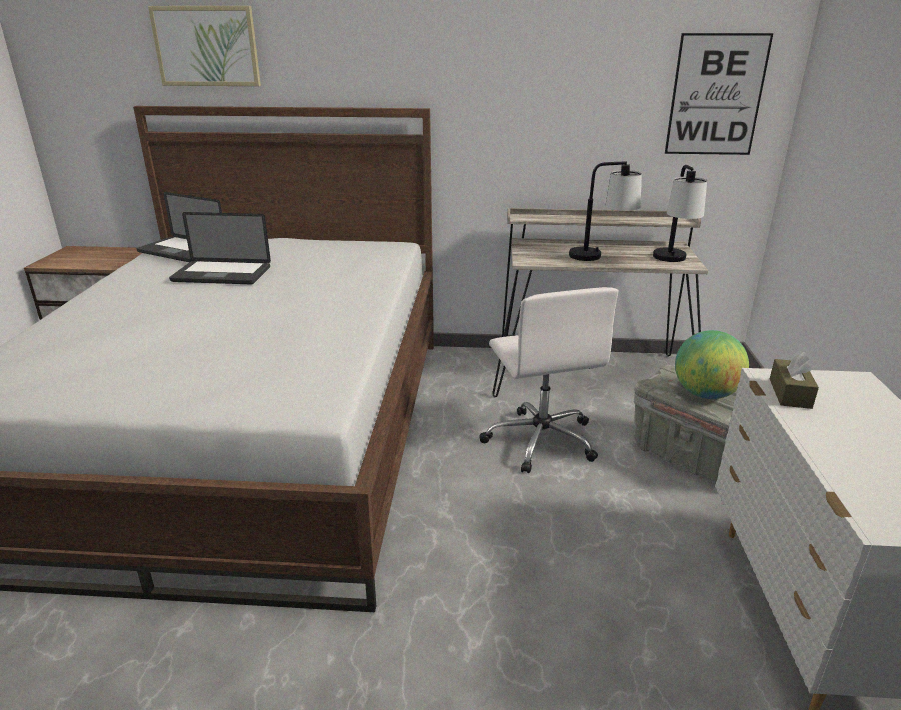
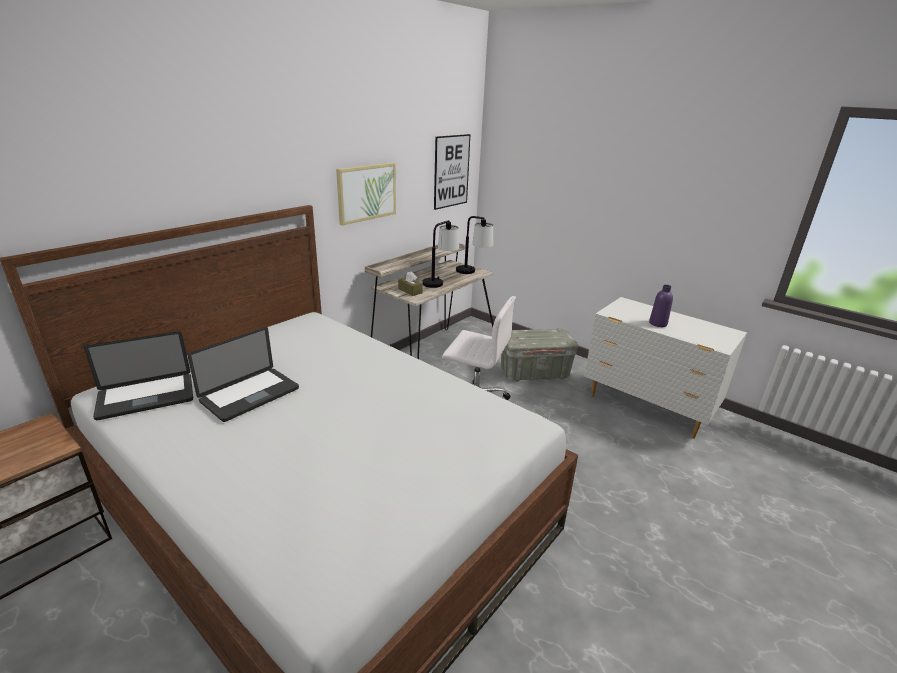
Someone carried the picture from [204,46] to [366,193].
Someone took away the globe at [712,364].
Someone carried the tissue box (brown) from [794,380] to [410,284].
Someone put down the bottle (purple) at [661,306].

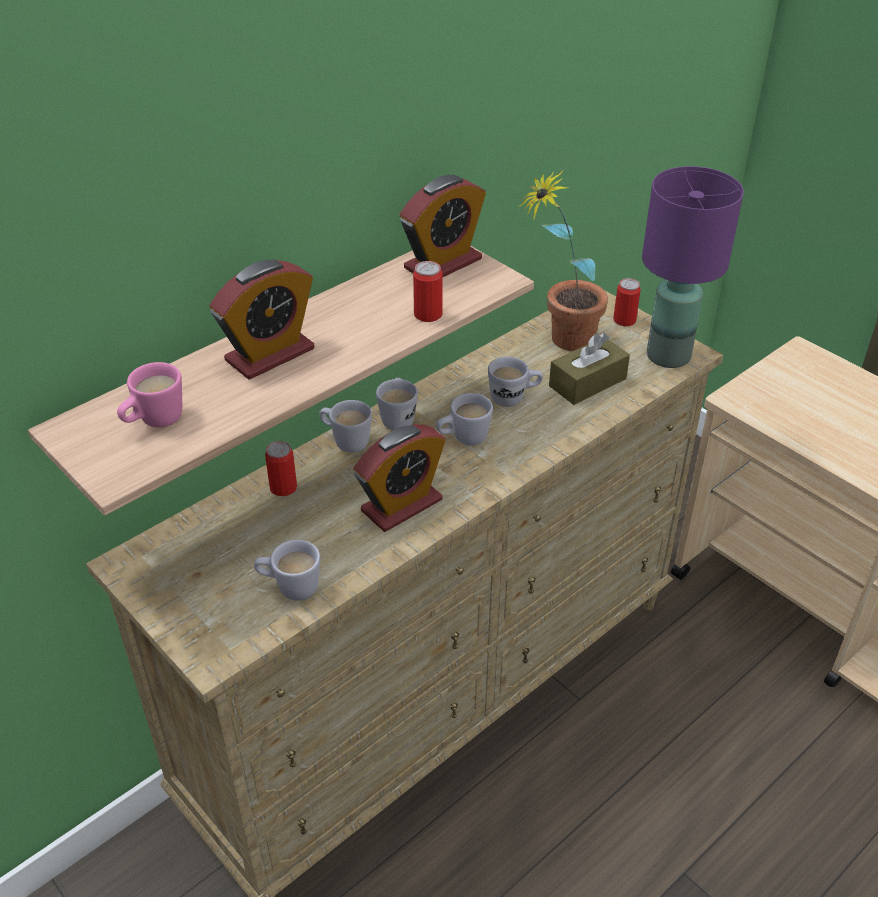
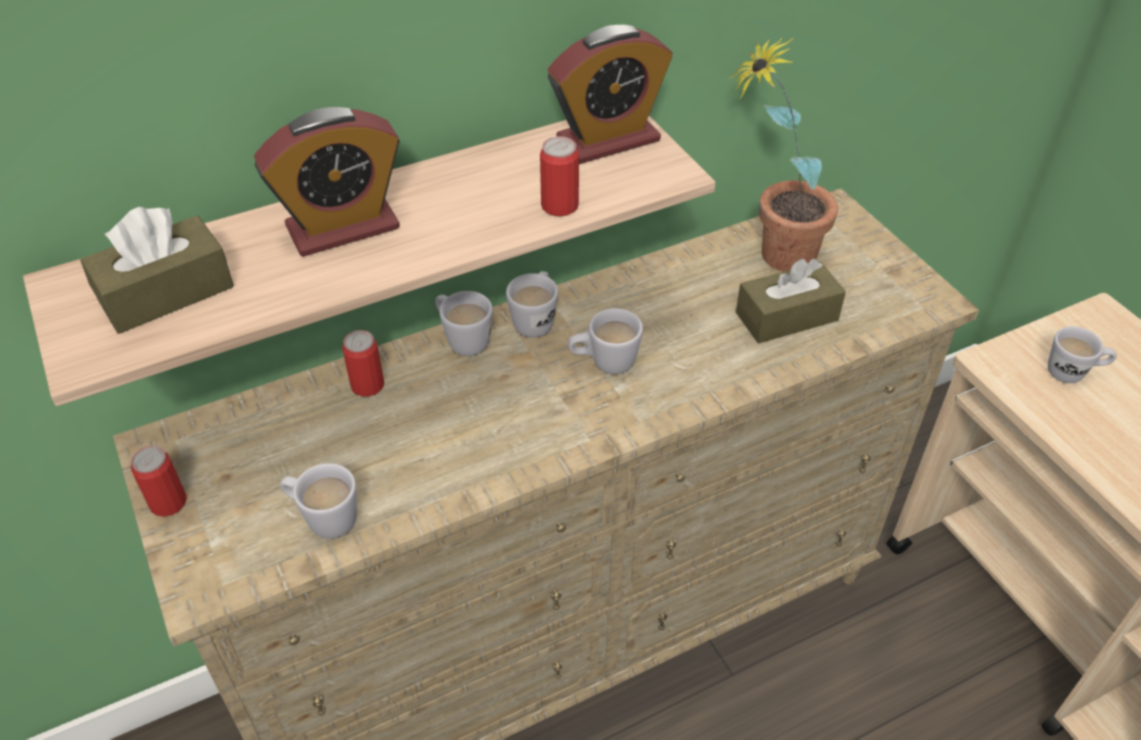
Someone took away the table lamp (purple) at [693,267].
Someone carried the can from [627,302] to [159,481].
Someone carried the mug (white) from [515,382] to [1082,354].
Someone swapped the mug (pink) at [149,394] for the tissue box (brown) at [157,270].
Someone took away the alarm clock at [400,478].

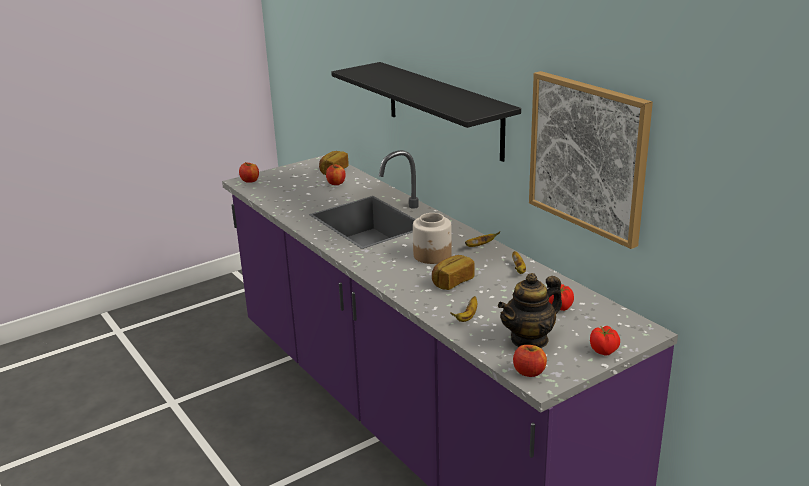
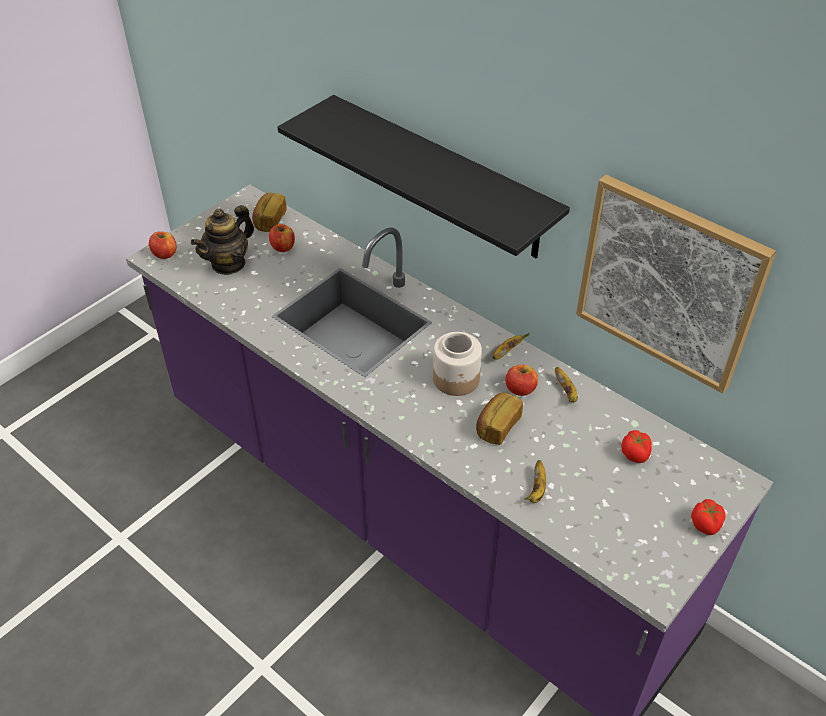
Someone carried the teapot from [530,310] to [222,240].
Someone carried the apple from [530,361] to [522,380].

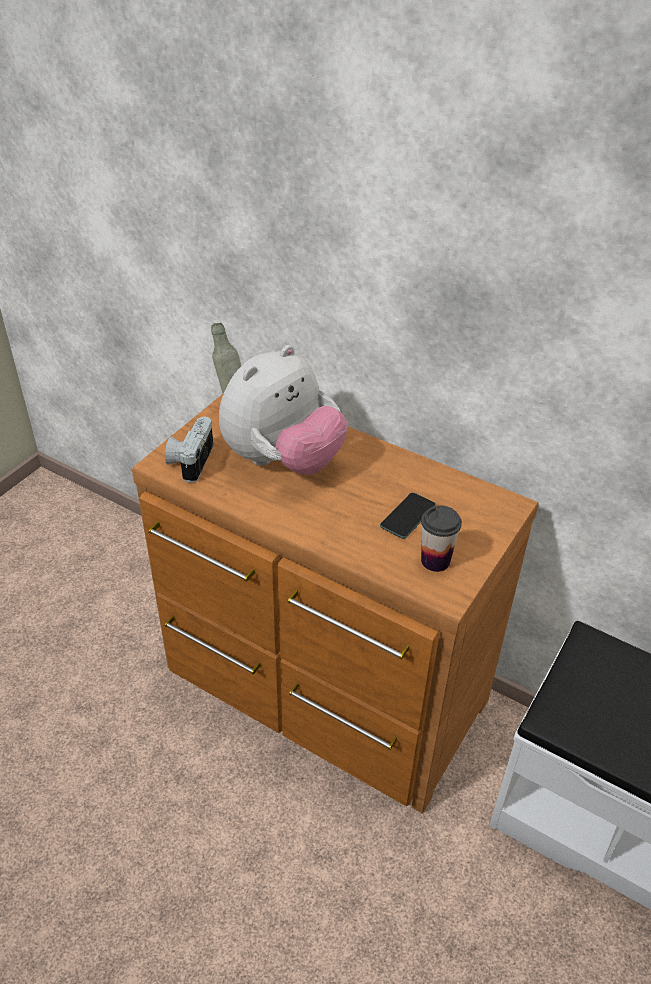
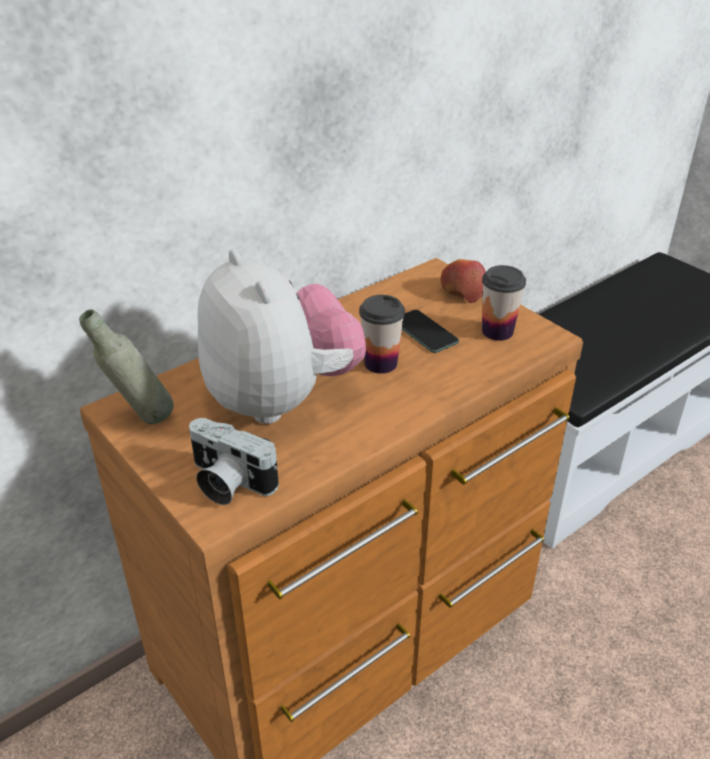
Someone put down the apple at [463,281].
Someone put down the cup at [382,334].

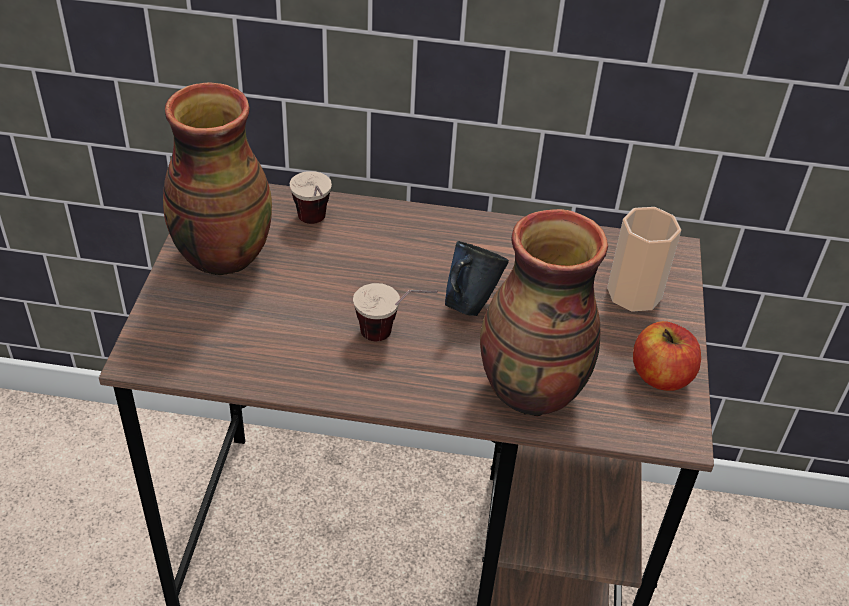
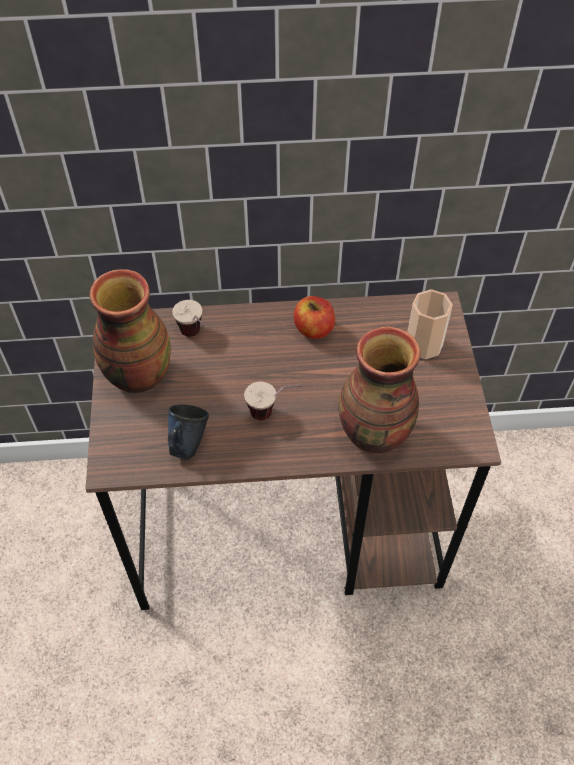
Someone carried the mug (blue) from [477,278] to [188,432].
Someone carried the apple from [667,356] to [314,317].

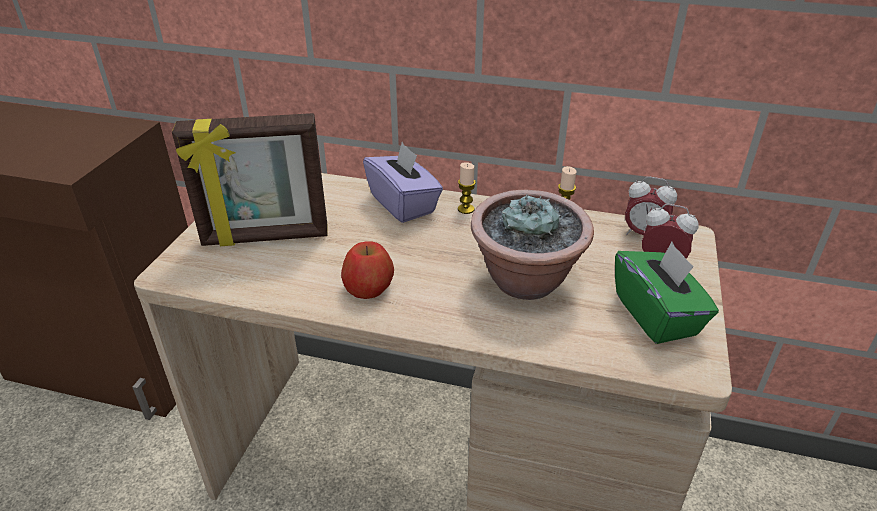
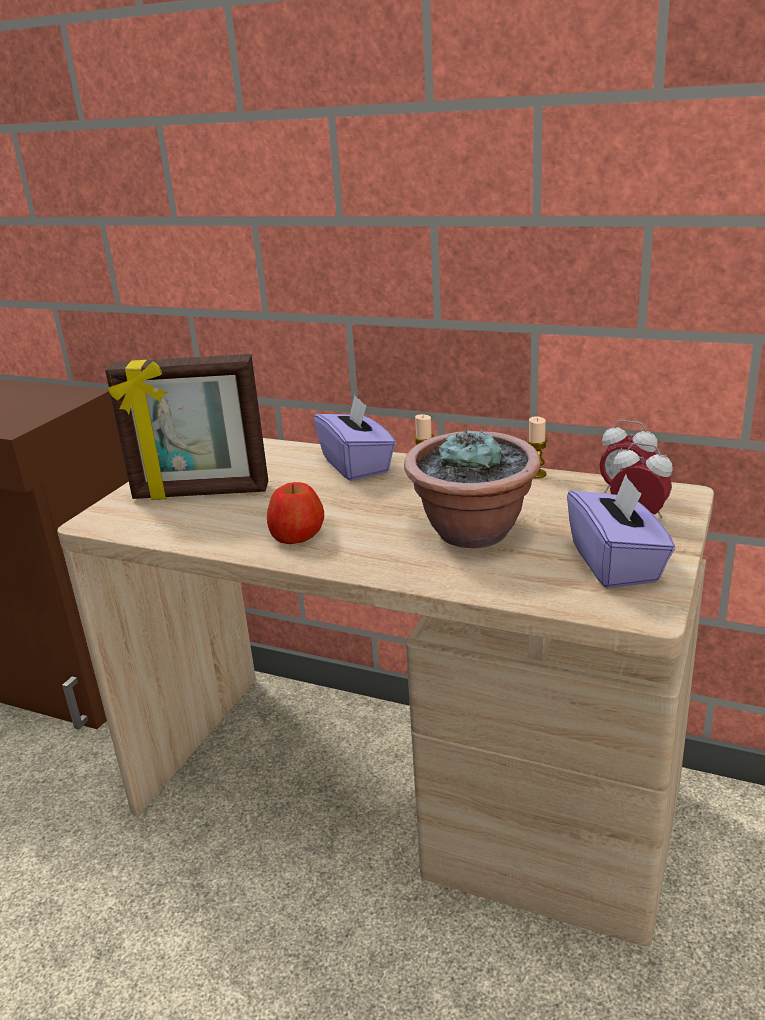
Someone repainted the tissue box (green) at [667,293], which became the tissue box (purple) at [621,531].

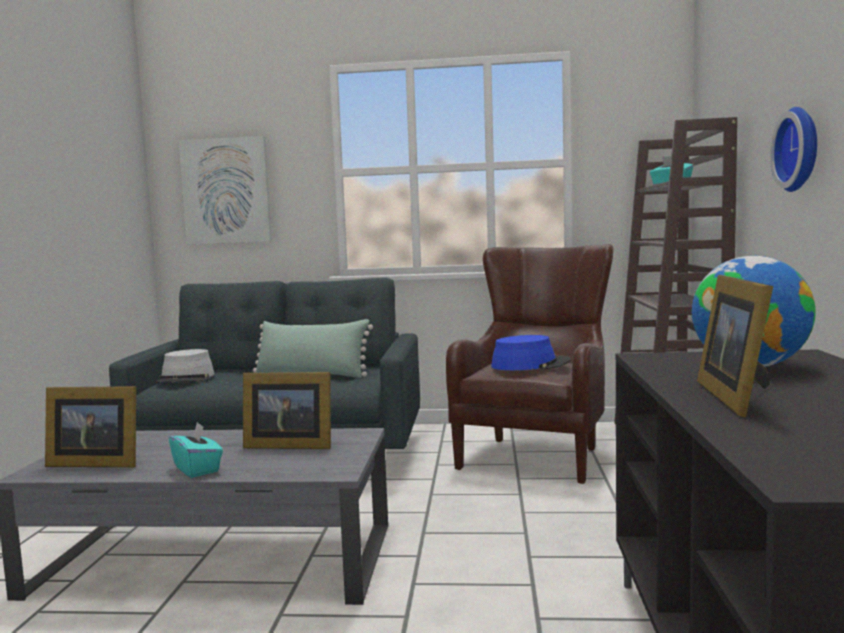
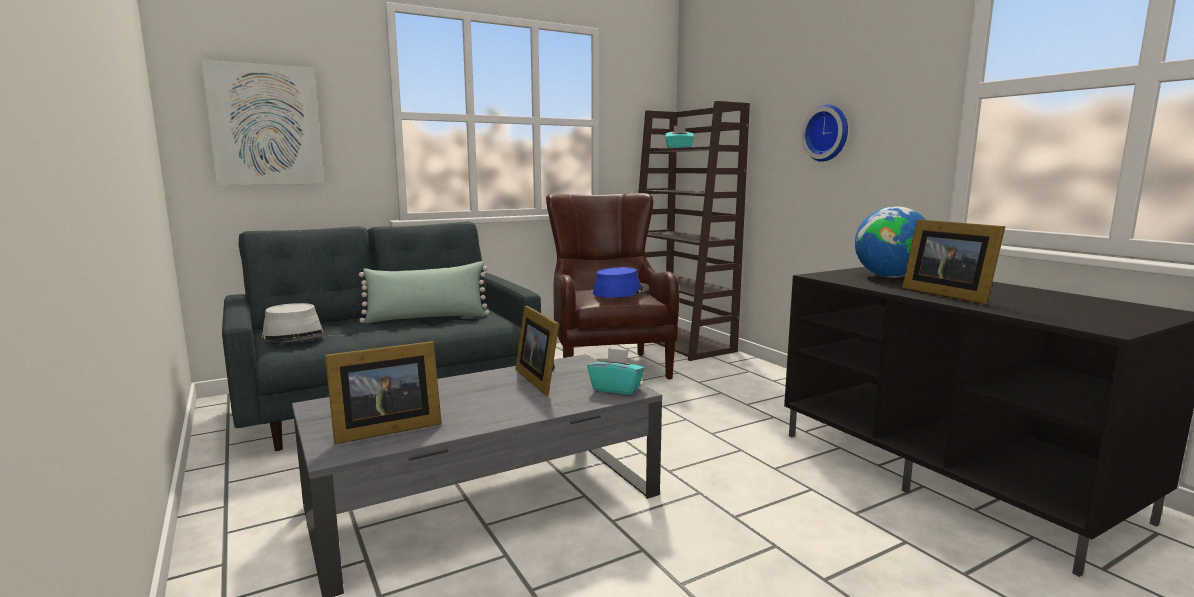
Someone rotated the picture frame at [287,410] by 90 degrees clockwise.
Someone carried the tissue box (turquoise) from [196,450] to [616,371].

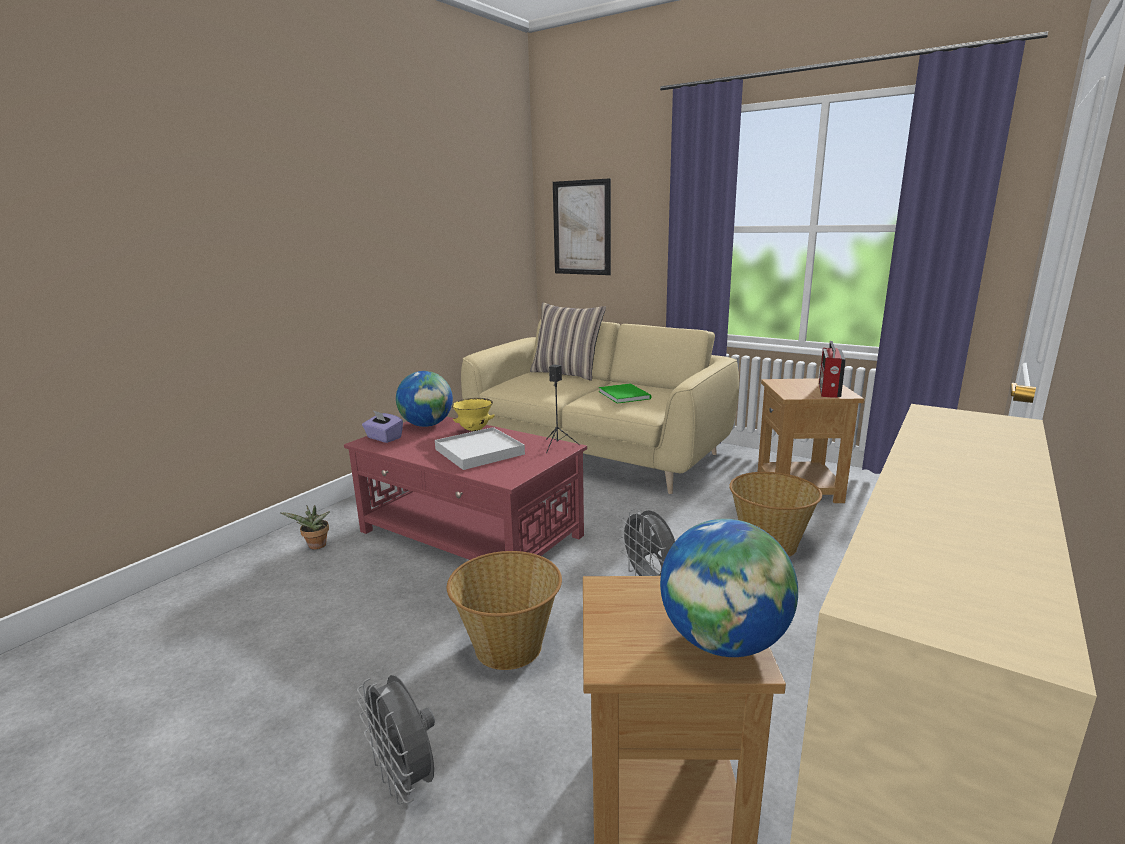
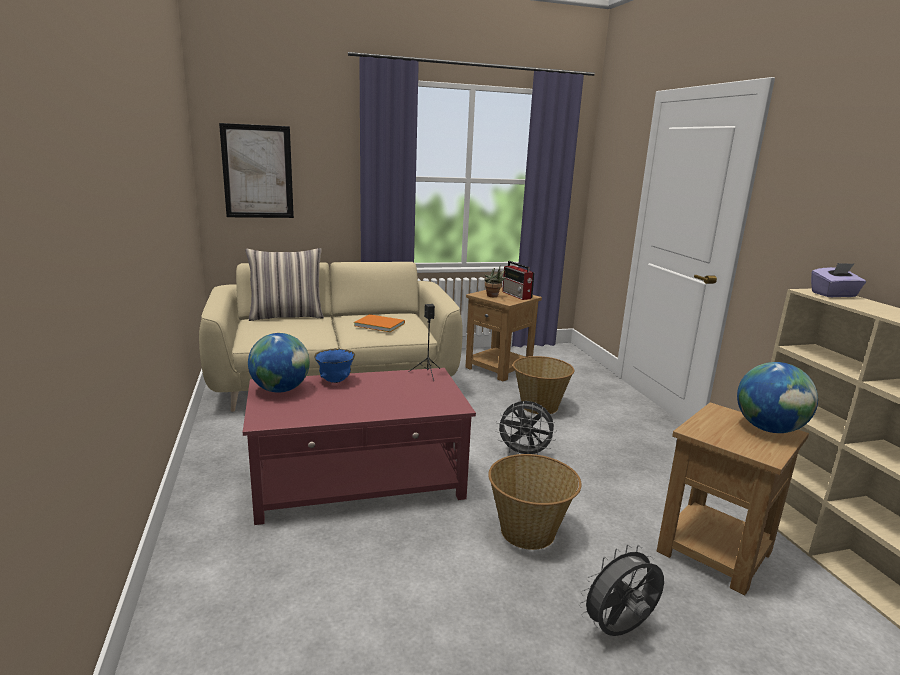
Someone repainted the book (green) at [625,393], which became the book (orange) at [379,323].
Someone repainted the bowl (yellow) at [473,414], which became the bowl (blue) at [334,366].
Someone carried the tissue box (purple) from [382,426] to [838,280].
Someone took away the tray (white) at [480,448].
Someone carried the potted plant from [304,527] to [495,281].
Someone rotated the fan (grey) at [396,740] by 150 degrees clockwise.

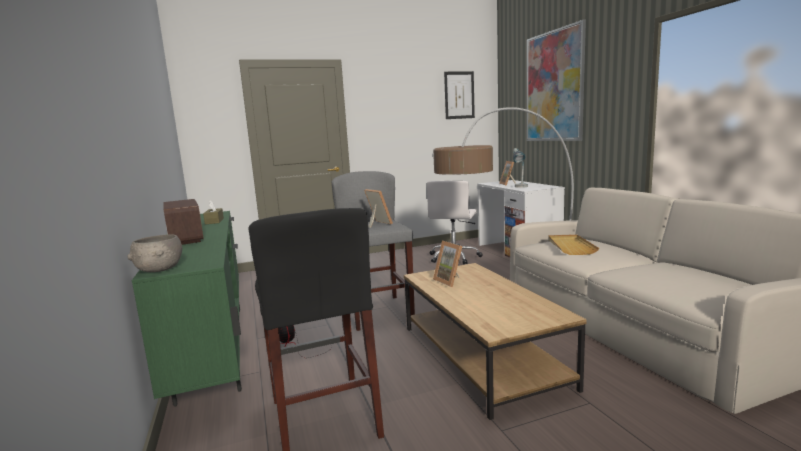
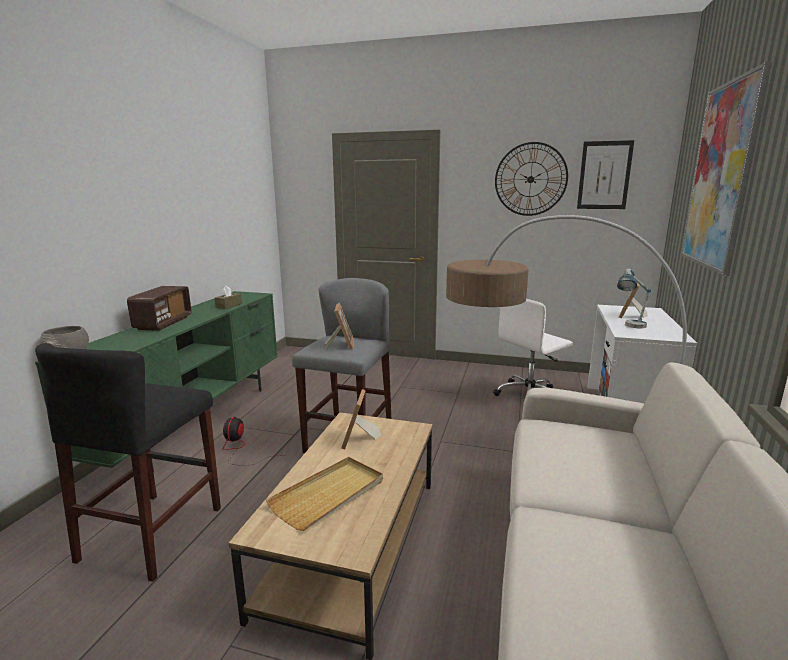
Someone carried the tray (beige) from [573,244] to [324,494].
Someone put up the wall clock at [531,179].

